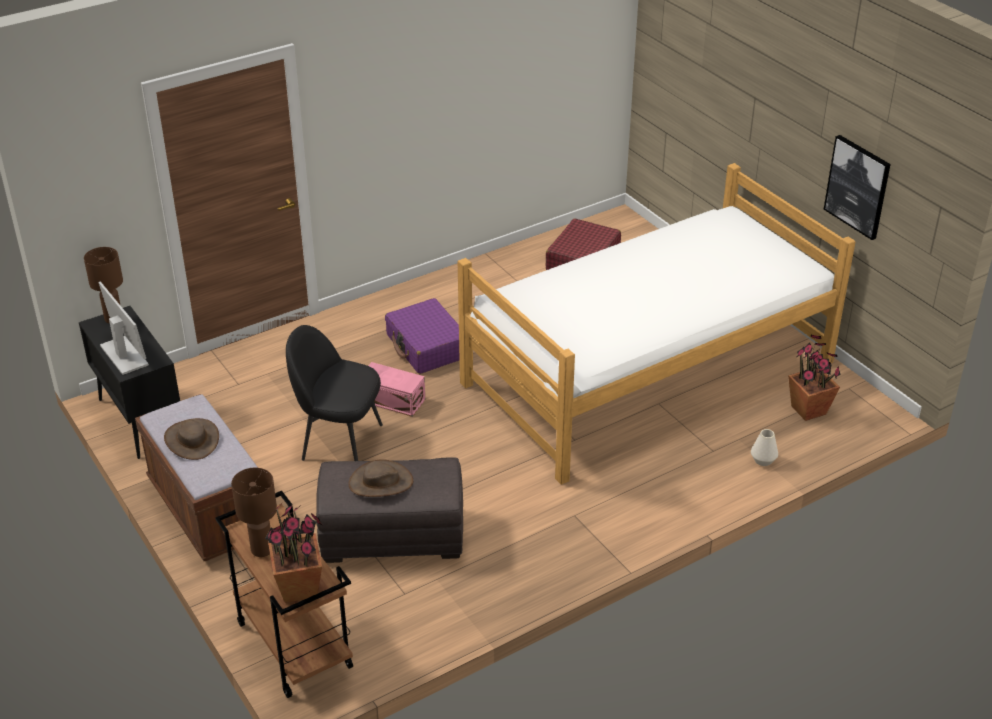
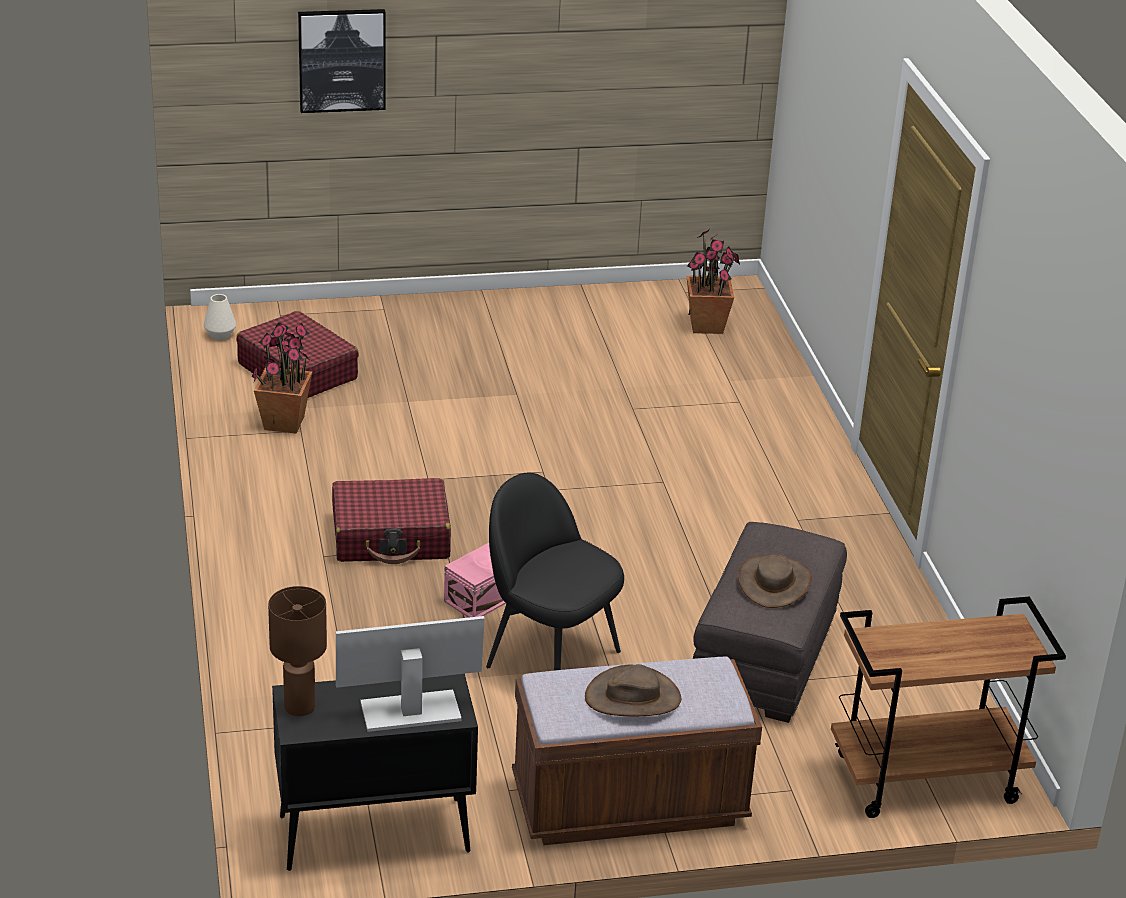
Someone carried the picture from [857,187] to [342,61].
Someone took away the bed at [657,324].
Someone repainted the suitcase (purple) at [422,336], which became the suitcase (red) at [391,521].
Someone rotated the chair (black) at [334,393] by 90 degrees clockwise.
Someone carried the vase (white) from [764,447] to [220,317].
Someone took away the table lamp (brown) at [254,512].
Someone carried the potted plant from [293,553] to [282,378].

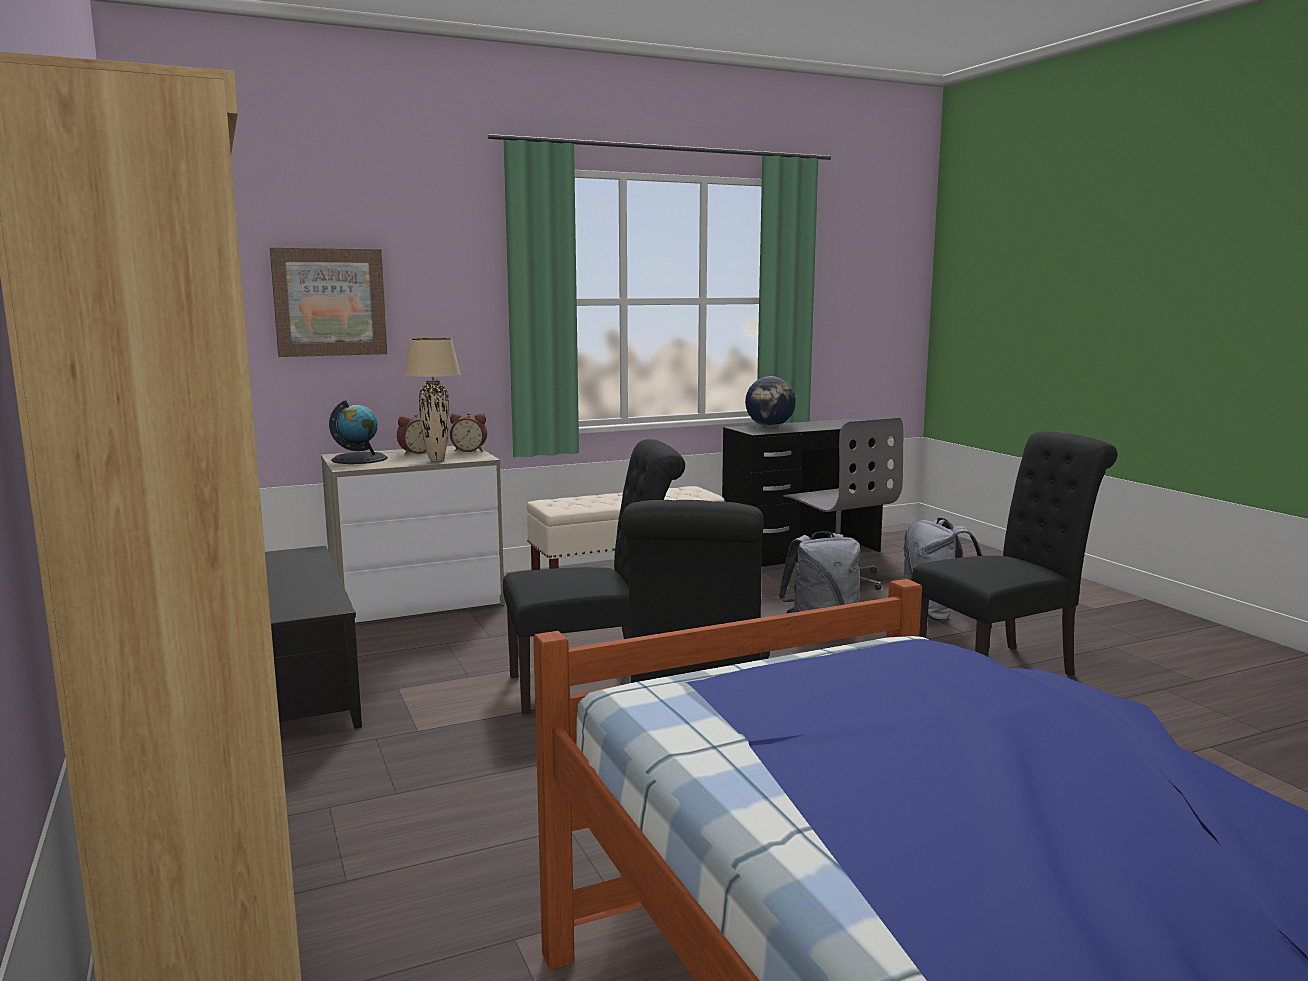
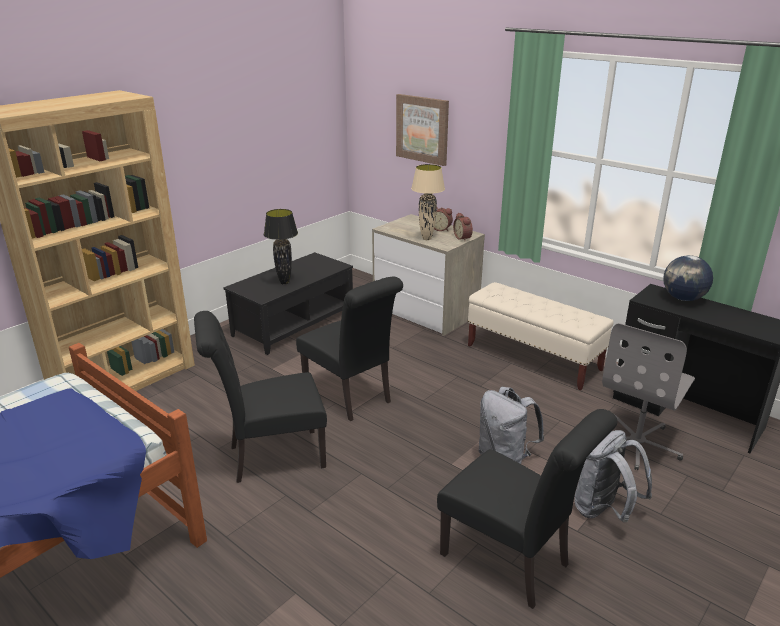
Someone took away the globe at [358,432].
Someone put down the table lamp (black) at [281,246].

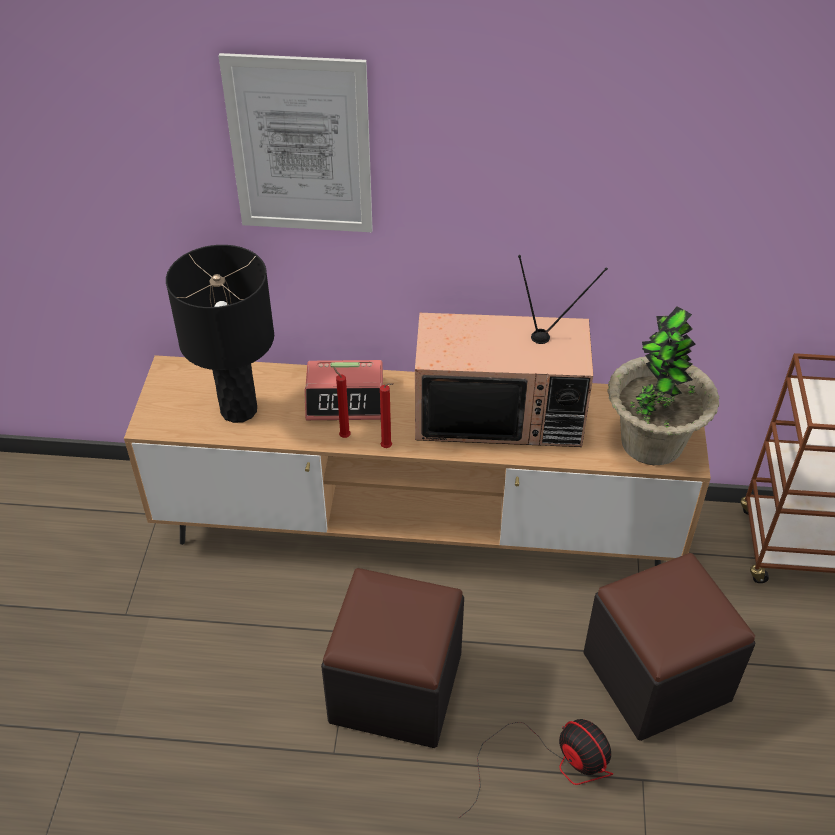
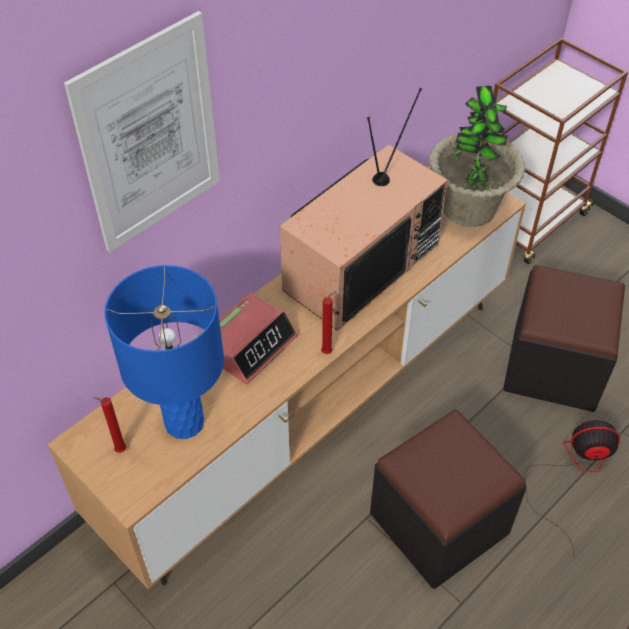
Someone repainted the table lamp (black) at [220,334], which became the table lamp (blue) at [164,352].
Someone carried the candle (red) from [342,402] to [109,425].

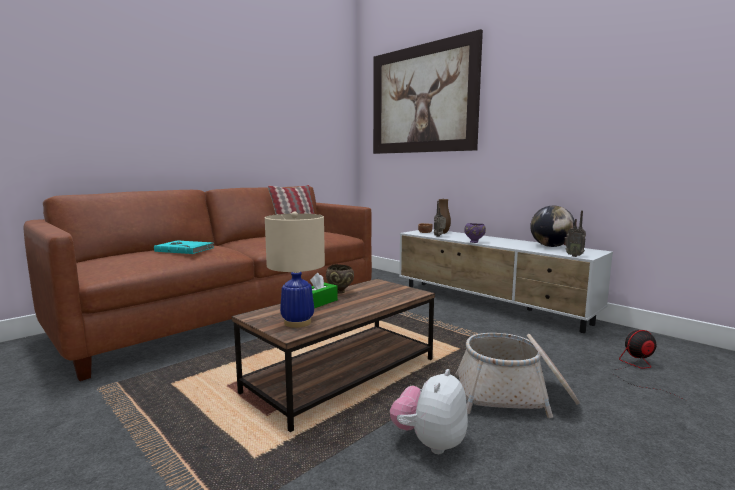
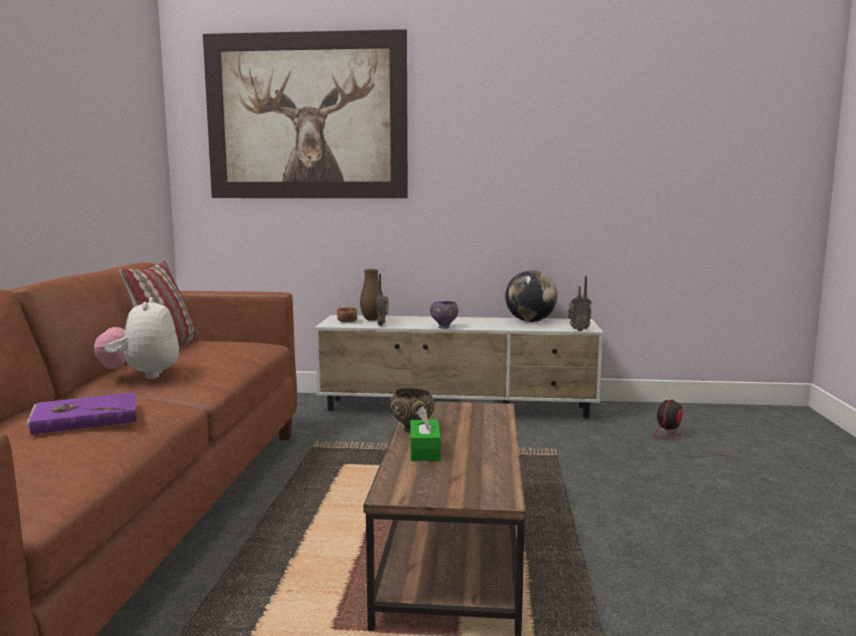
Someone took away the table lamp (beige) at [295,269].
Someone repainted the book (turquoise) at [184,247], which became the book (purple) at [81,413].
Someone took away the basket at [518,375].
Someone carried the plush toy from [429,411] to [136,338].

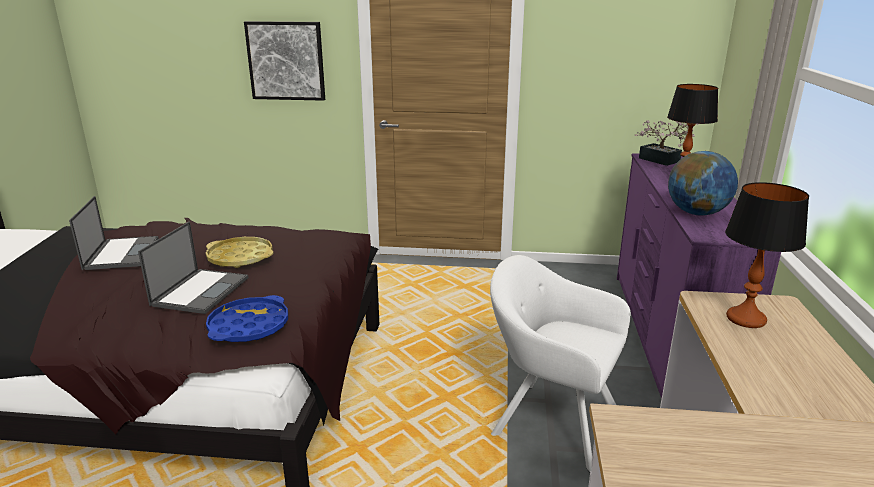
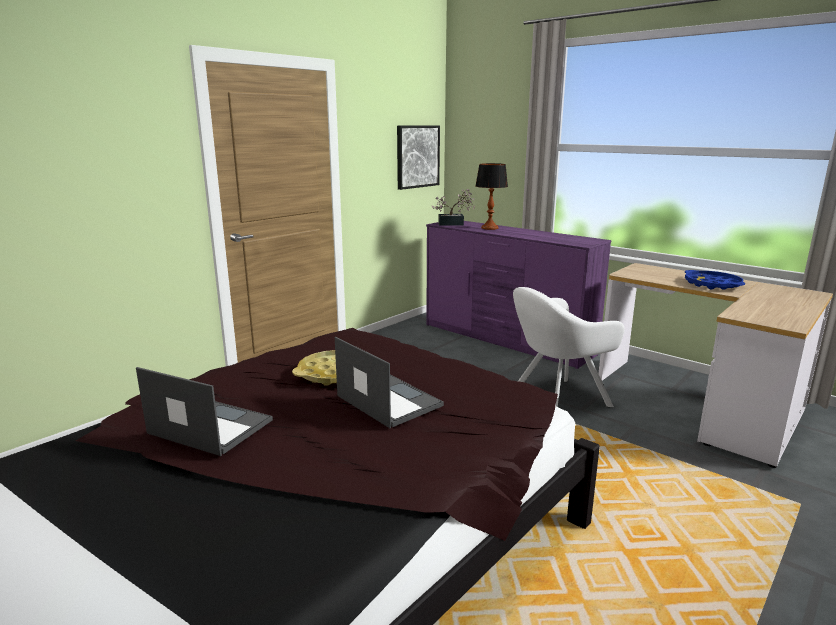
Someone carried the picture from [284,61] to [418,157].
Someone took away the globe at [703,183].
Someone took away the table lamp at [767,255].
Someone carried the tray (blue) from [247,318] to [715,280].

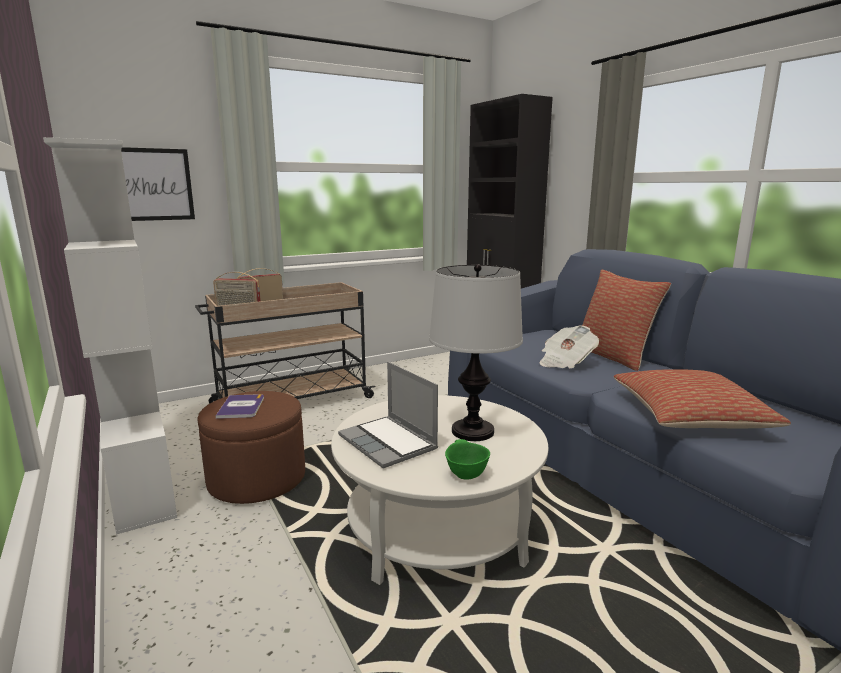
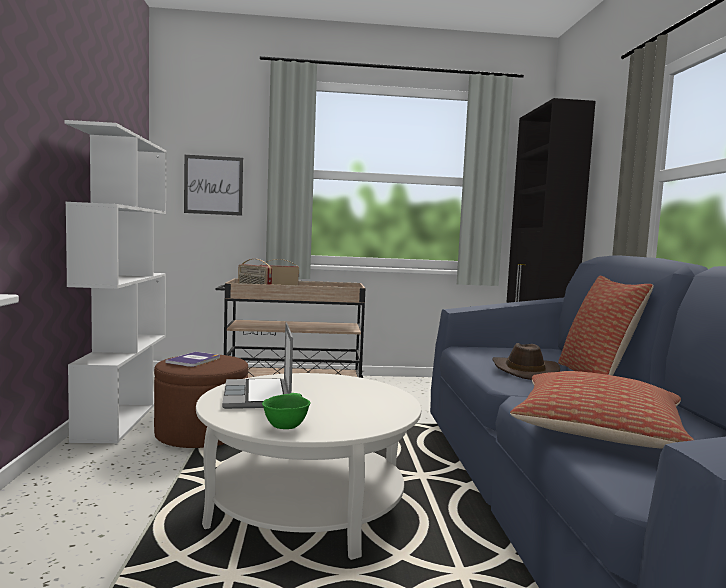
Someone took away the table lamp at [476,352].
Someone swapped the newspaper at [569,346] for the hat (brown) at [526,361].

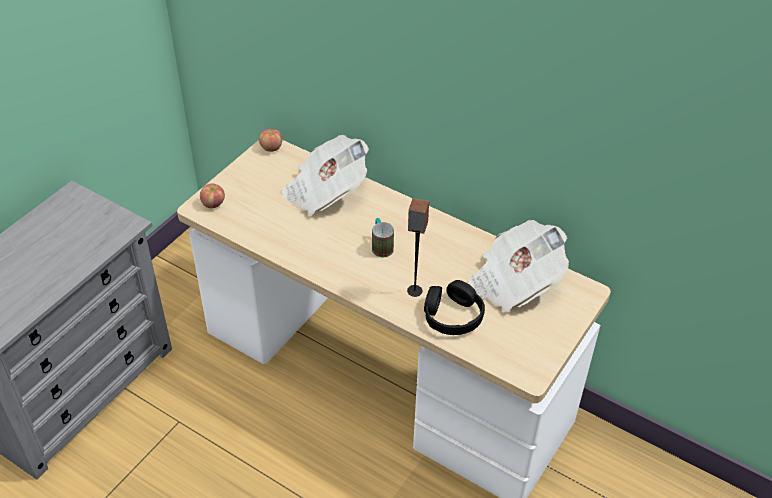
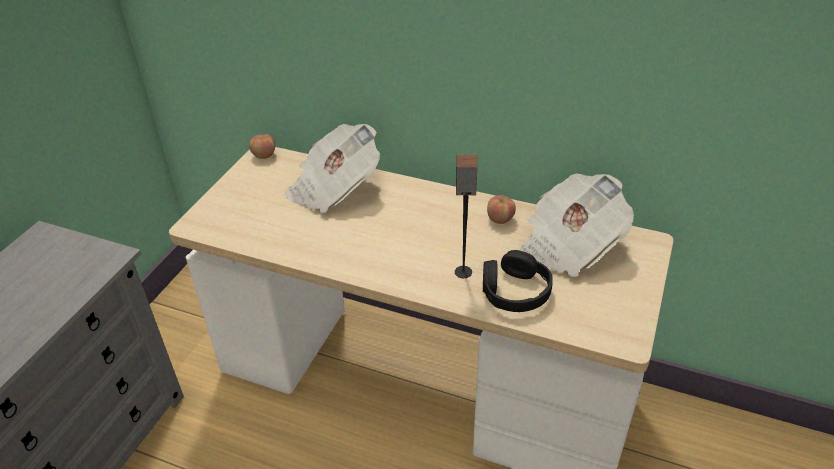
Someone carried the apple from [212,195] to [501,209].
Someone took away the mug at [383,237].

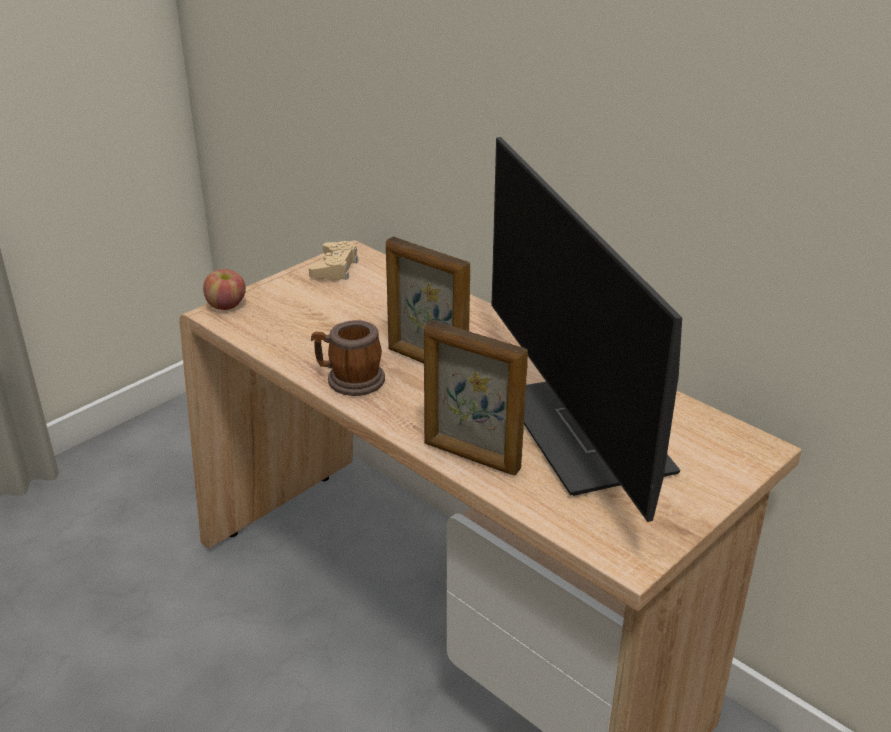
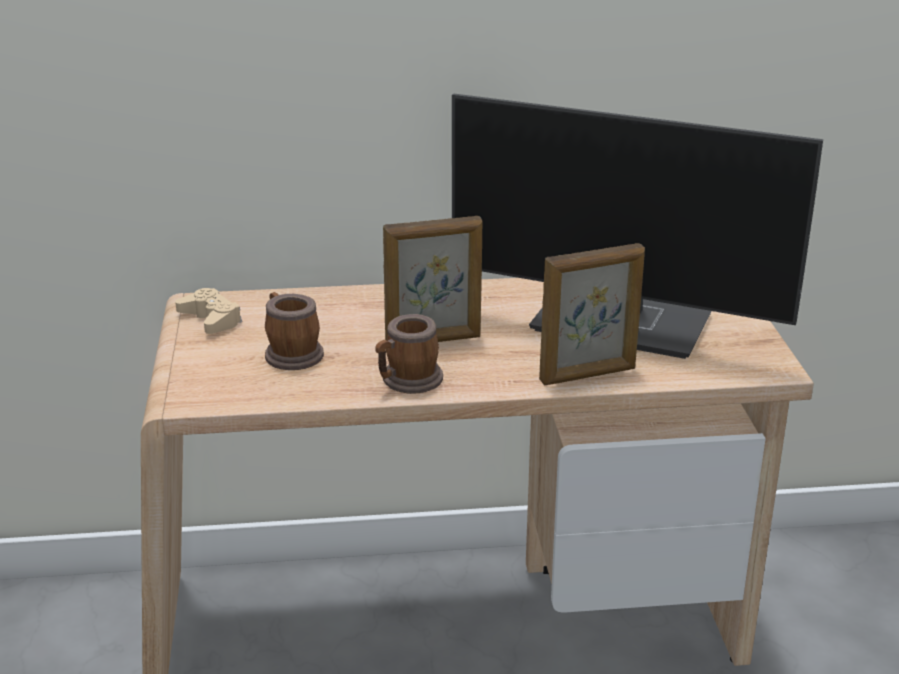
Someone took away the apple at [224,289].
Someone put down the mug at [294,331].

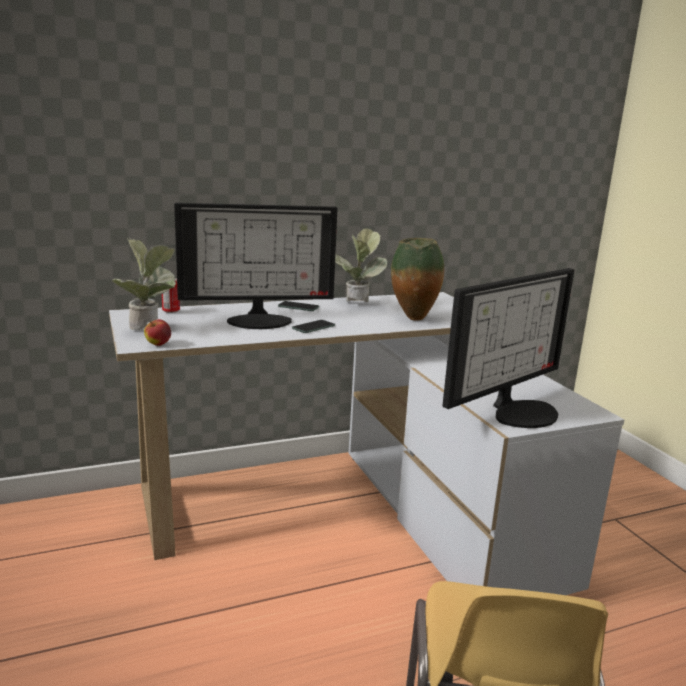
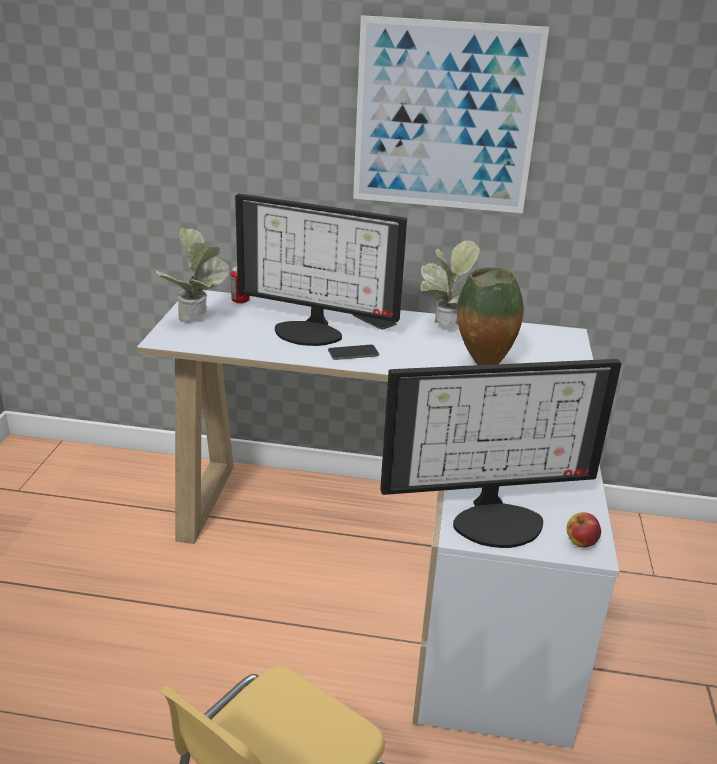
Someone carried the apple from [157,332] to [584,529].
Someone put up the picture at [451,114].

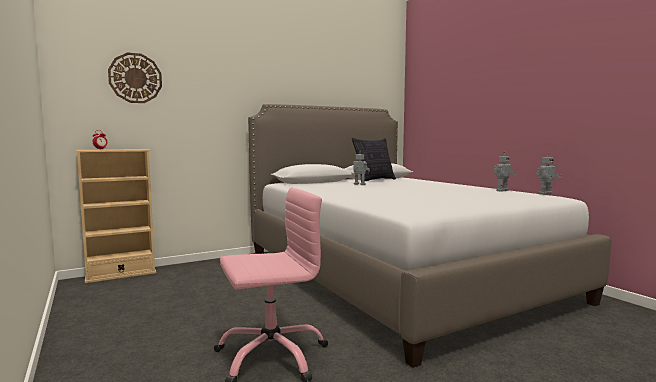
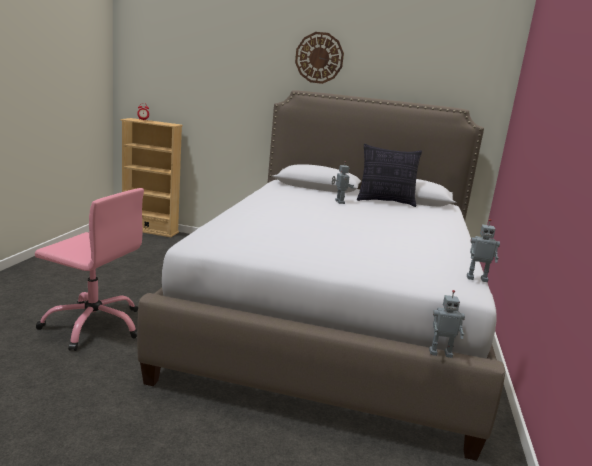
Someone carried the wall clock from [135,77] to [319,58].
Someone carried the toy robot from [505,171] to [447,324].

